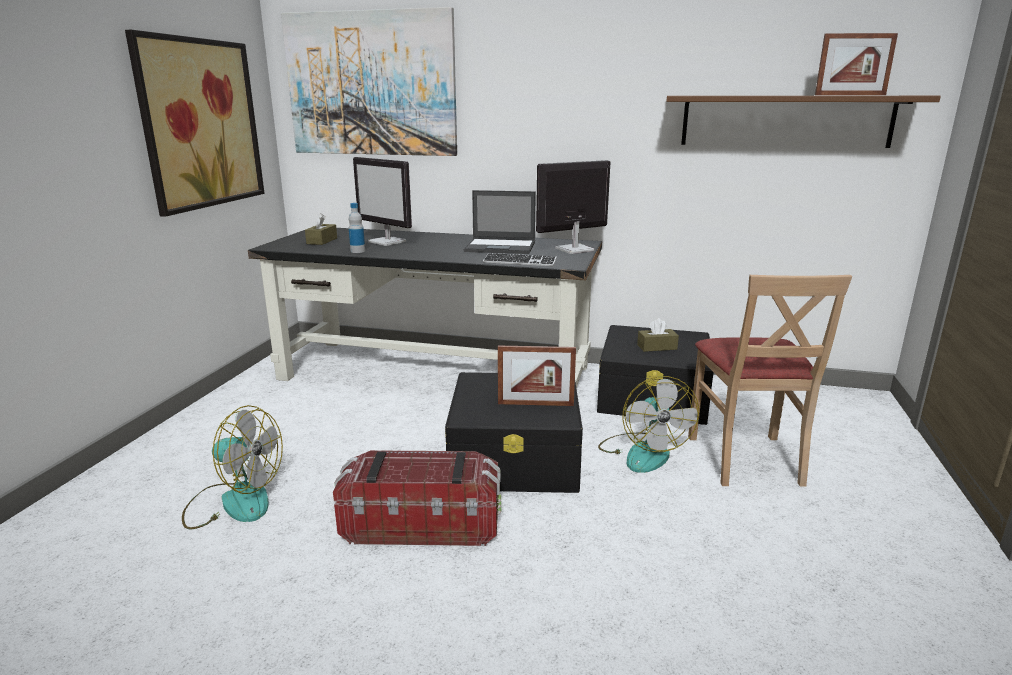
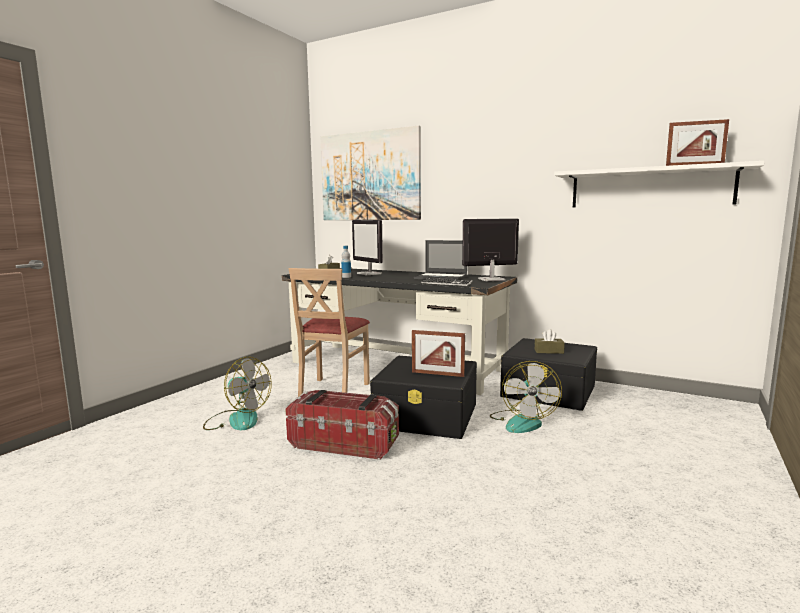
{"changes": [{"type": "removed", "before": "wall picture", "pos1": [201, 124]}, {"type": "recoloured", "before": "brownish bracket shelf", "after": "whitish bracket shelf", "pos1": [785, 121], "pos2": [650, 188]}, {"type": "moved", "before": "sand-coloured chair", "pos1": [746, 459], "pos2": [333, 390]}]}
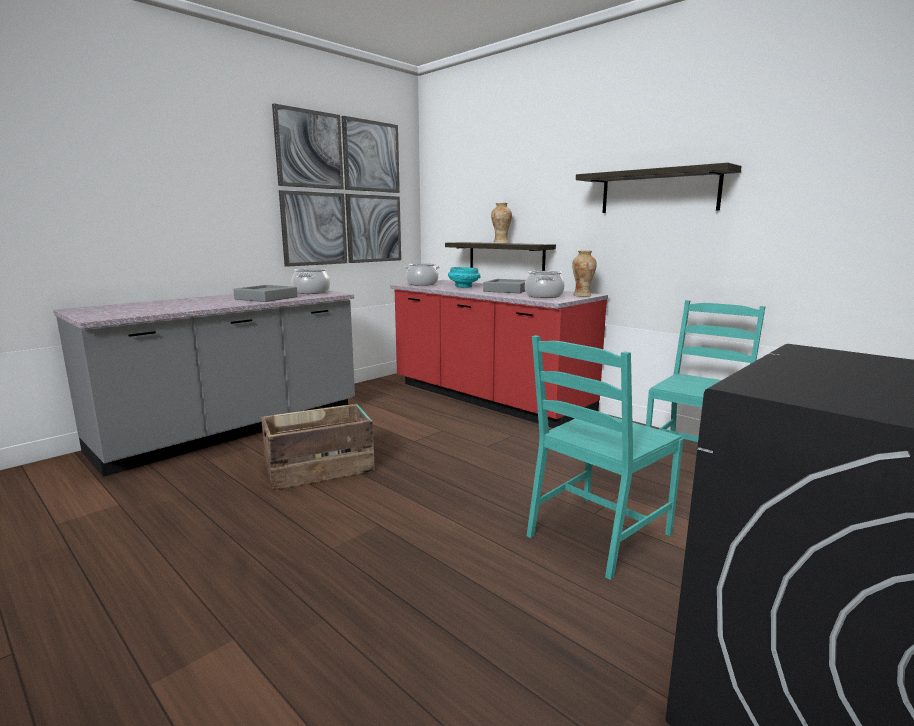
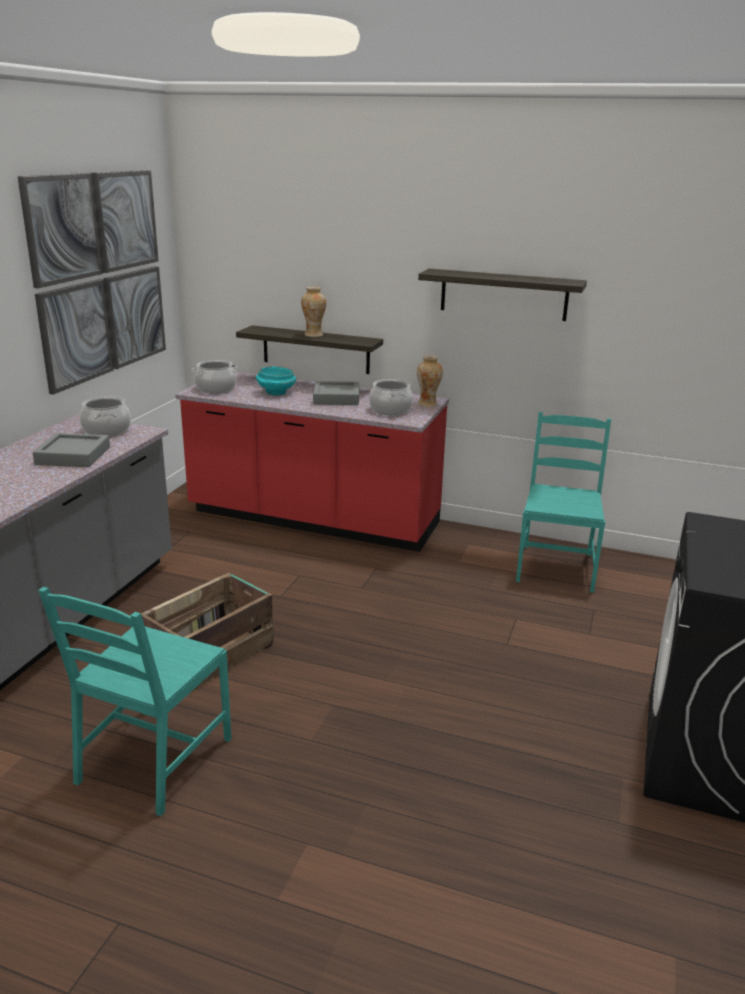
{"changes": [{"type": "moved", "before": "turquoise chair", "pos1": [597, 535], "pos2": [153, 760]}]}
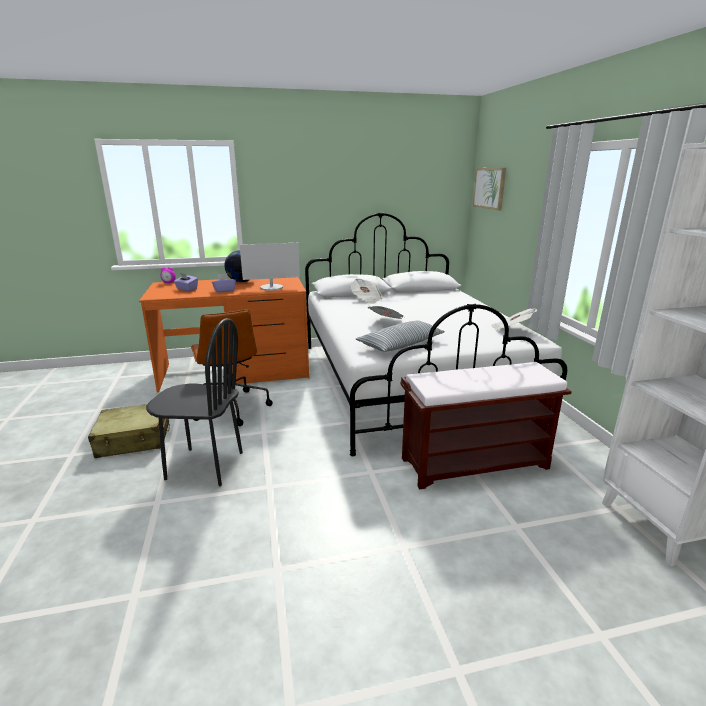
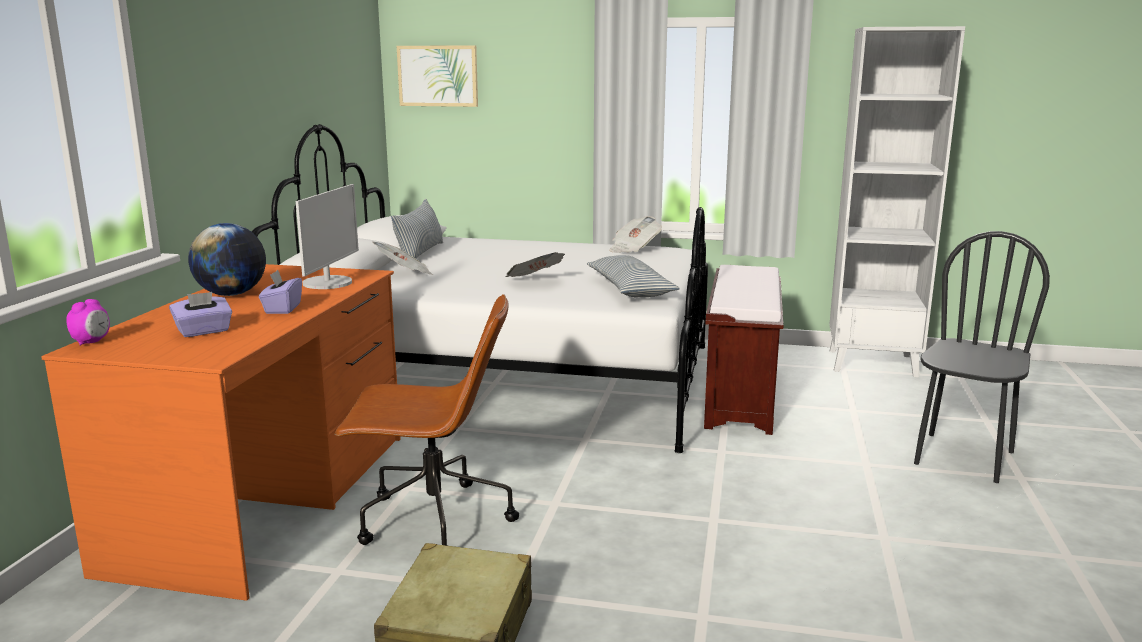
{"changes": [{"type": "moved", "before": "black-coloured chair", "pos1": [204, 466], "pos2": [963, 457]}, {"type": "added", "after": "throw pillow", "pos2": [420, 253]}]}
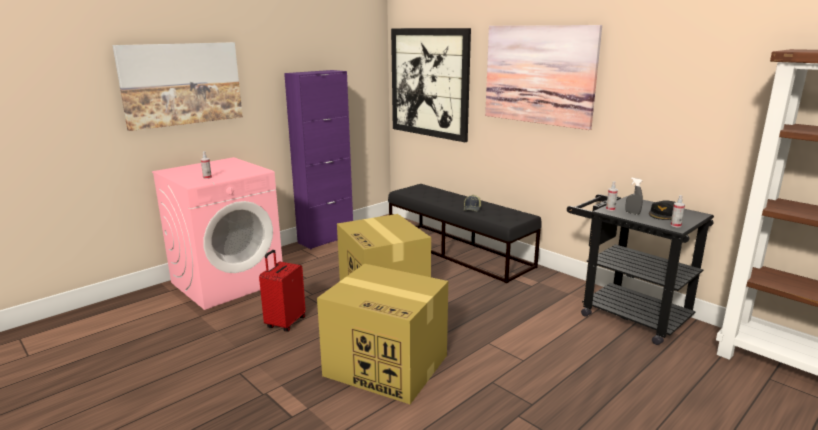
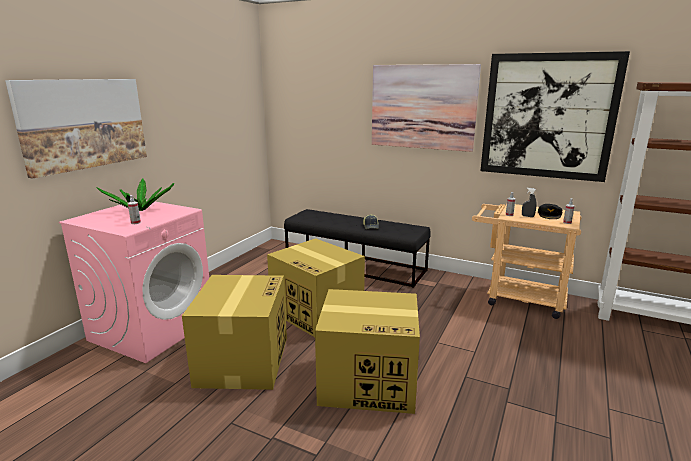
{"changes": [{"type": "replaced", "before": "reddish travel case", "after": "carton", "pos1": [285, 323], "pos2": [243, 360]}, {"type": "removed", "before": "purple-coloured cupboard", "pos1": [326, 239]}, {"type": "moved", "before": "wall picture", "pos1": [429, 83], "pos2": [548, 116]}, {"type": "recoloured", "before": "black-coloured wheeled cart", "after": "sand-coloured wheeled cart", "pos1": [625, 314], "pos2": [517, 298]}, {"type": "added", "after": "potted plant", "pos2": [139, 210]}]}
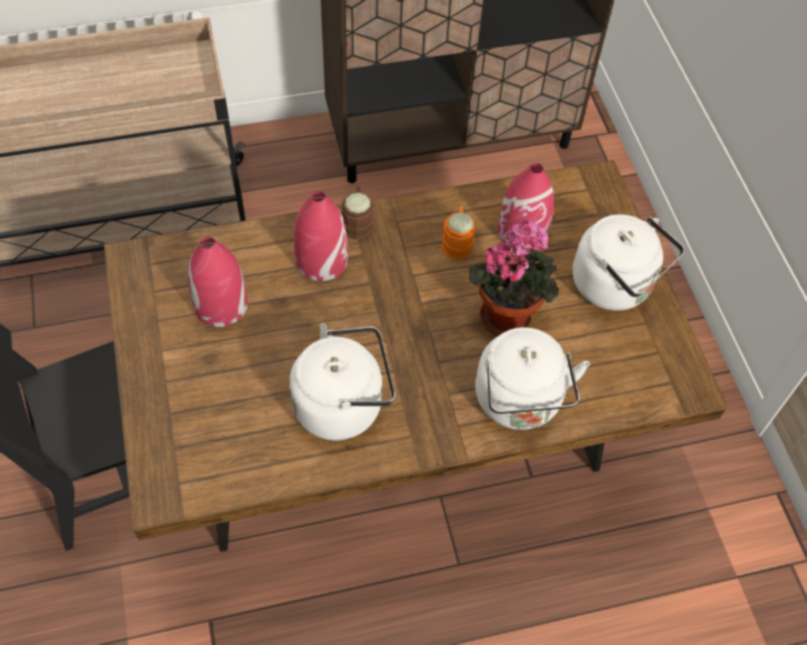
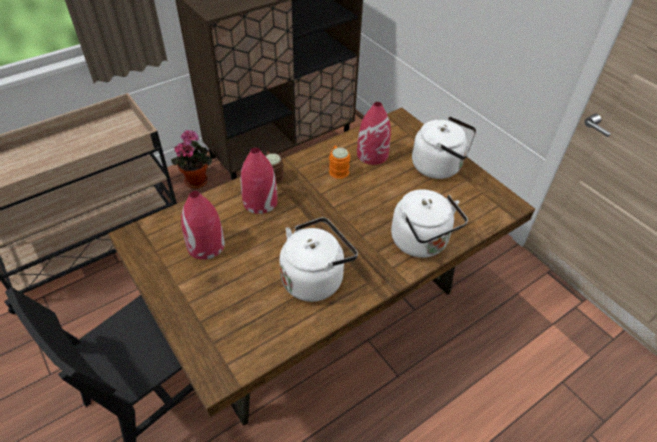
{"changes": [{"type": "moved", "before": "potted plant", "pos1": [507, 313], "pos2": [197, 179]}]}
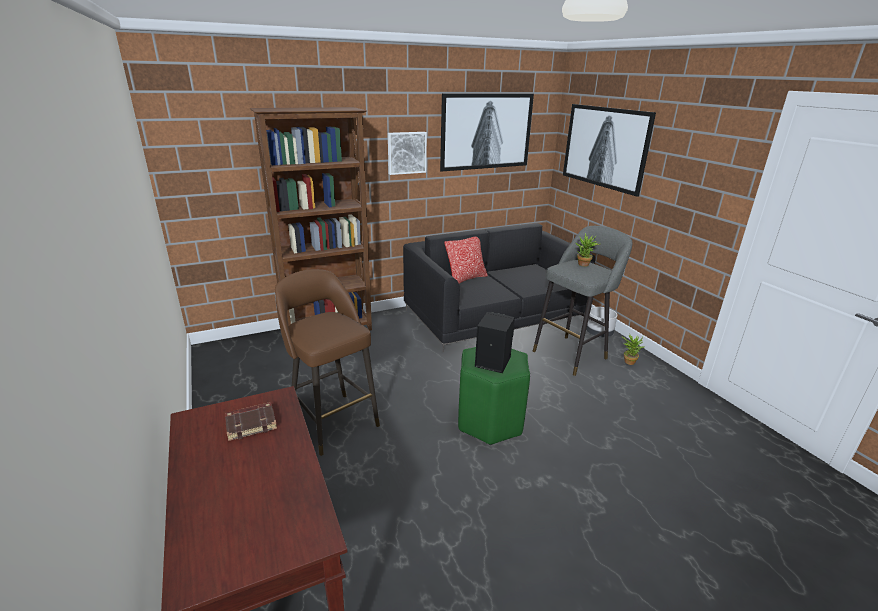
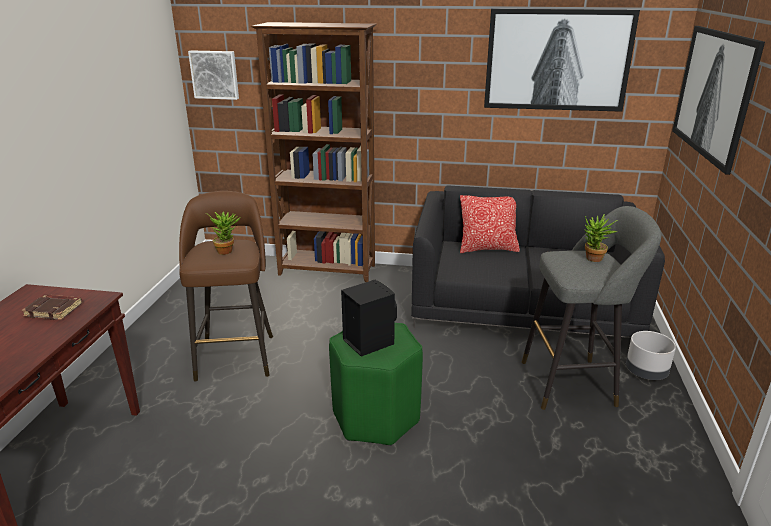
{"changes": [{"type": "moved", "before": "wall picture", "pos1": [406, 152], "pos2": [215, 74]}, {"type": "moved", "before": "potted plant", "pos1": [628, 361], "pos2": [227, 250]}]}
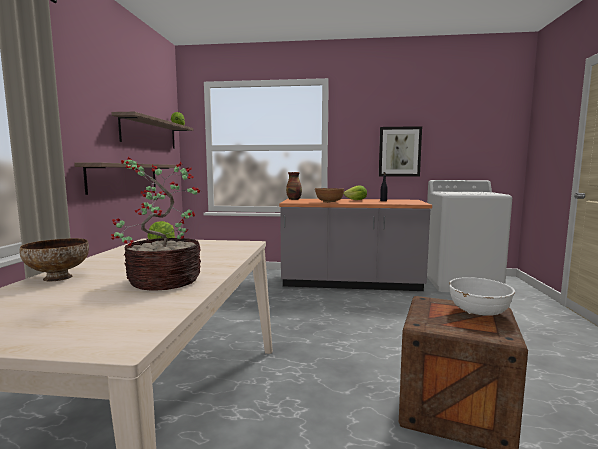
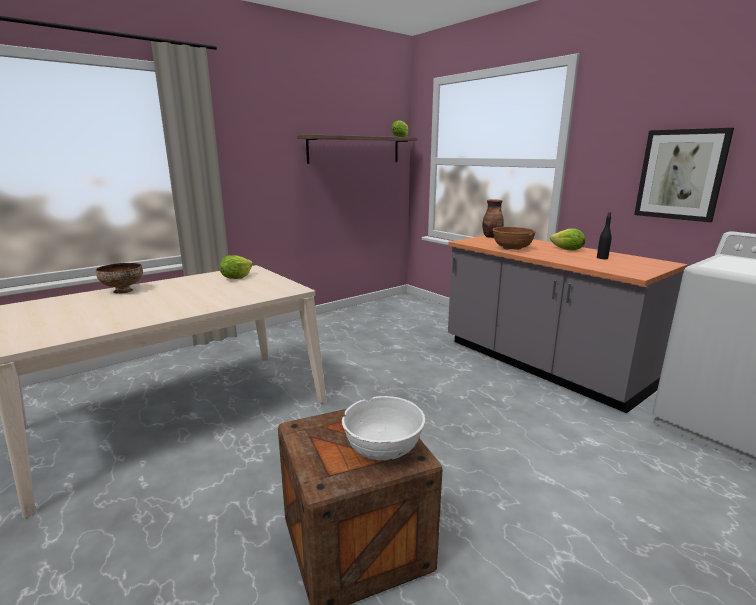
{"changes": [{"type": "removed", "before": "bracket shelf", "pos1": [124, 177]}, {"type": "removed", "before": "potted plant", "pos1": [162, 281]}]}
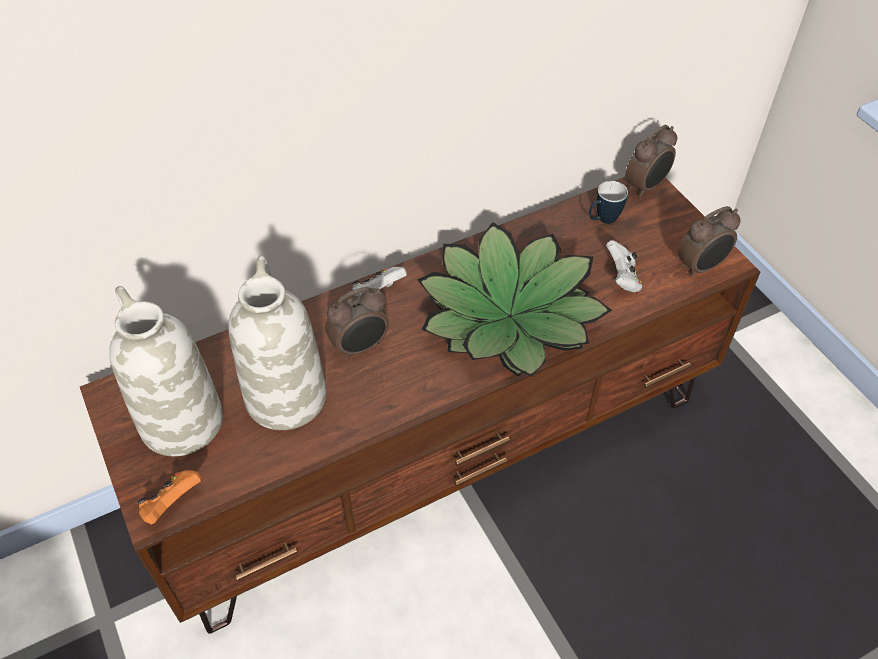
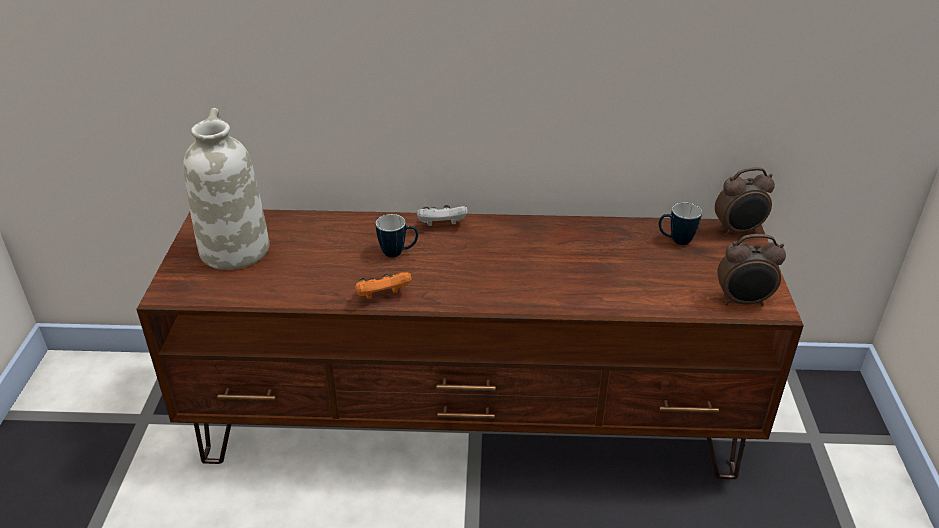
{"changes": [{"type": "moved", "before": "orange-coloured game controller", "pos1": [172, 504], "pos2": [382, 296]}, {"type": "removed", "before": "whitish flower vase", "pos1": [285, 395]}, {"type": "replaced", "before": "bedside clock", "after": "mug", "pos1": [360, 347], "pos2": [398, 253]}, {"type": "removed", "before": "potted plant", "pos1": [510, 315]}, {"type": "removed", "before": "whitish game controller", "pos1": [622, 278]}]}
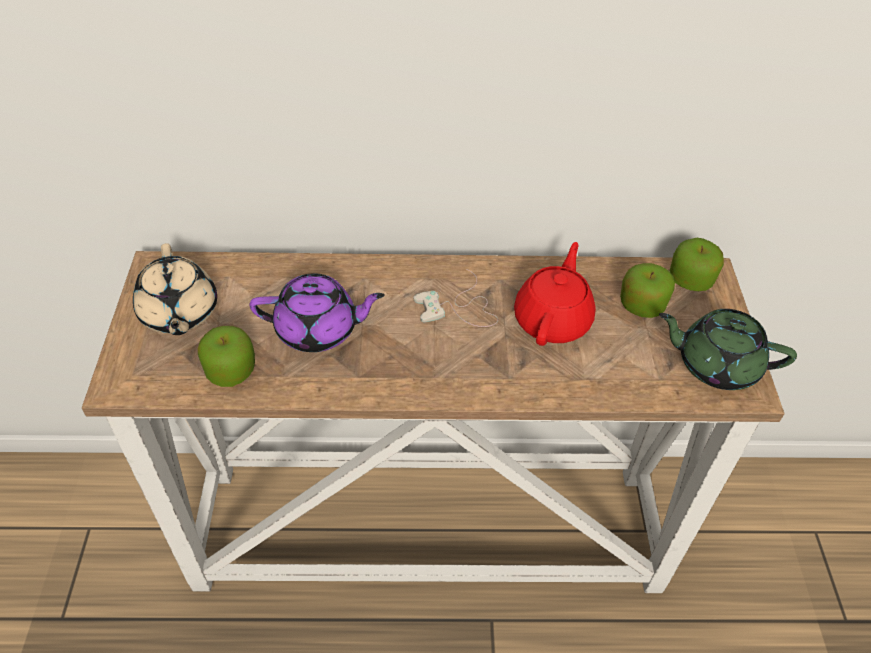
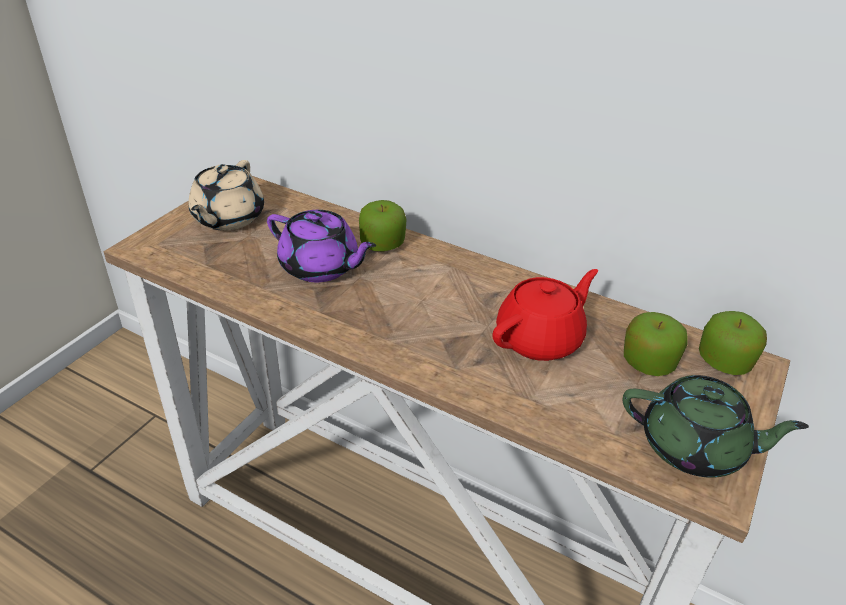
{"changes": [{"type": "moved", "before": "whole apple", "pos1": [231, 371], "pos2": [382, 244]}, {"type": "removed", "before": "whitish game controller", "pos1": [459, 308]}, {"type": "turned", "before": "greenish pot for tea", "pos1": [716, 364], "pos2": [694, 447], "turn": 150}]}
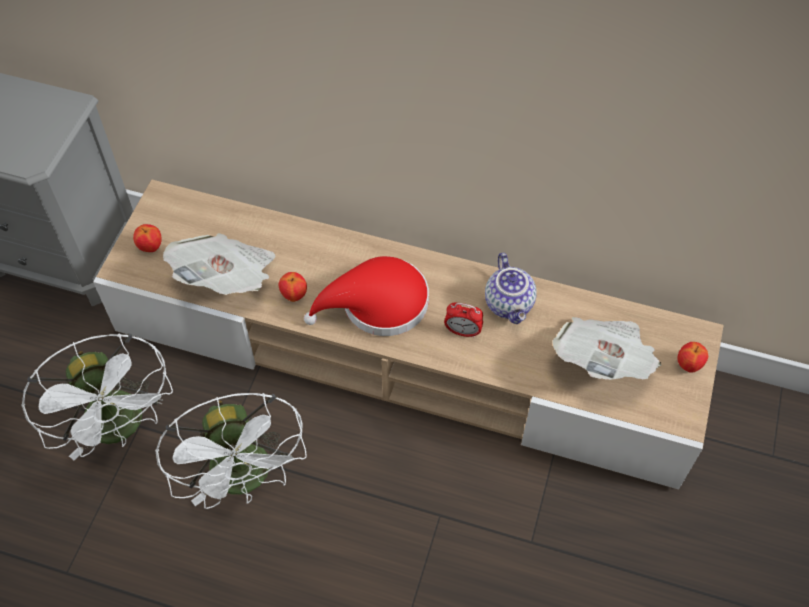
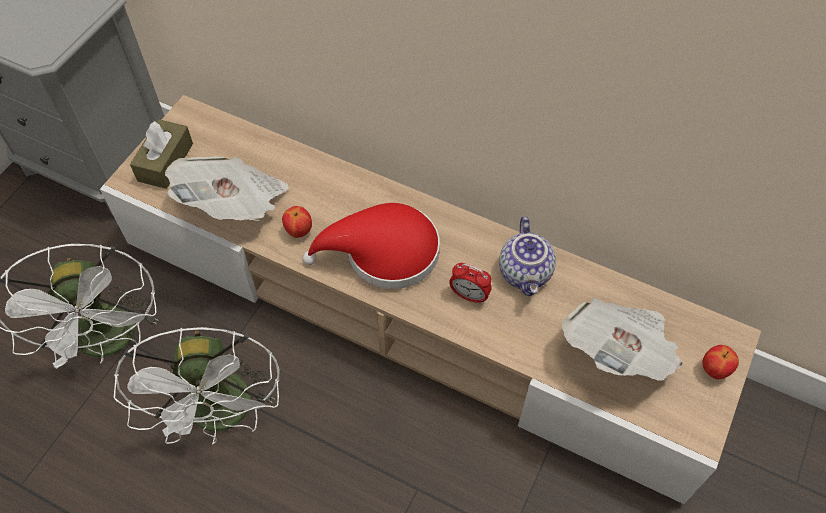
{"changes": [{"type": "replaced", "before": "whole apple", "after": "brownish box of tissues", "pos1": [151, 247], "pos2": [165, 162]}]}
